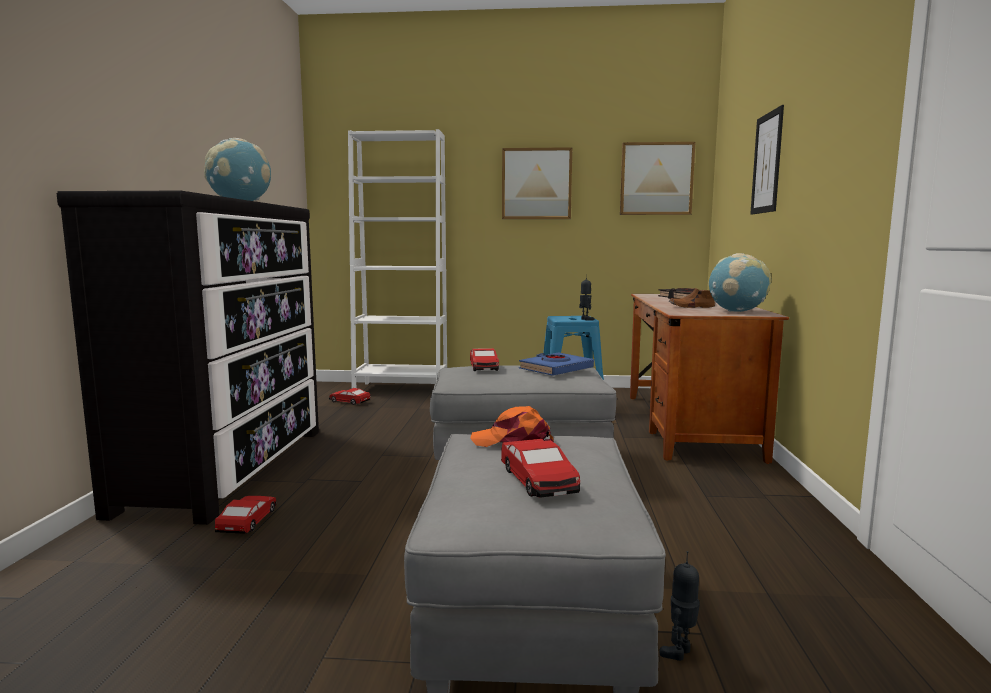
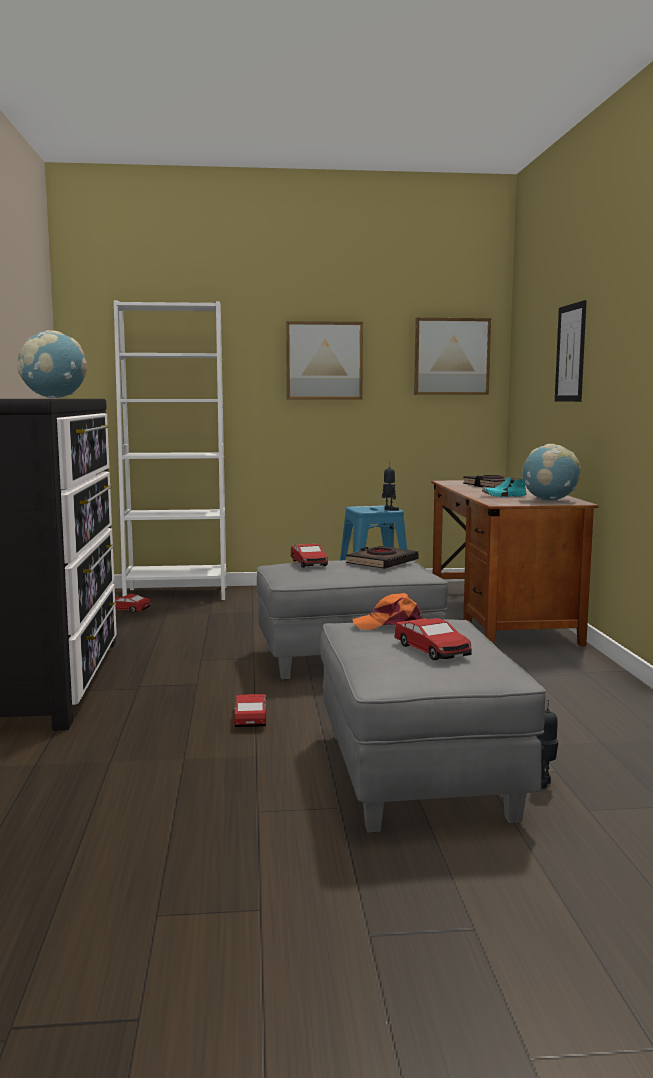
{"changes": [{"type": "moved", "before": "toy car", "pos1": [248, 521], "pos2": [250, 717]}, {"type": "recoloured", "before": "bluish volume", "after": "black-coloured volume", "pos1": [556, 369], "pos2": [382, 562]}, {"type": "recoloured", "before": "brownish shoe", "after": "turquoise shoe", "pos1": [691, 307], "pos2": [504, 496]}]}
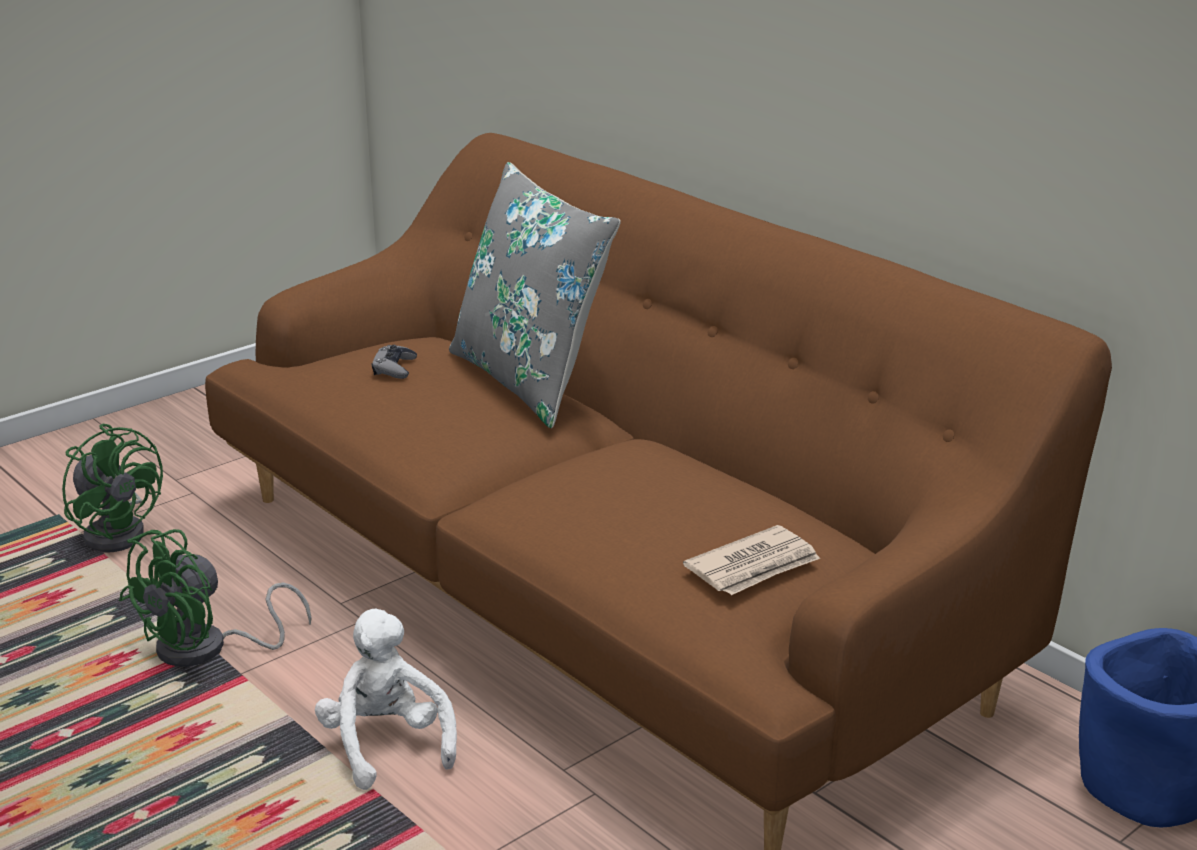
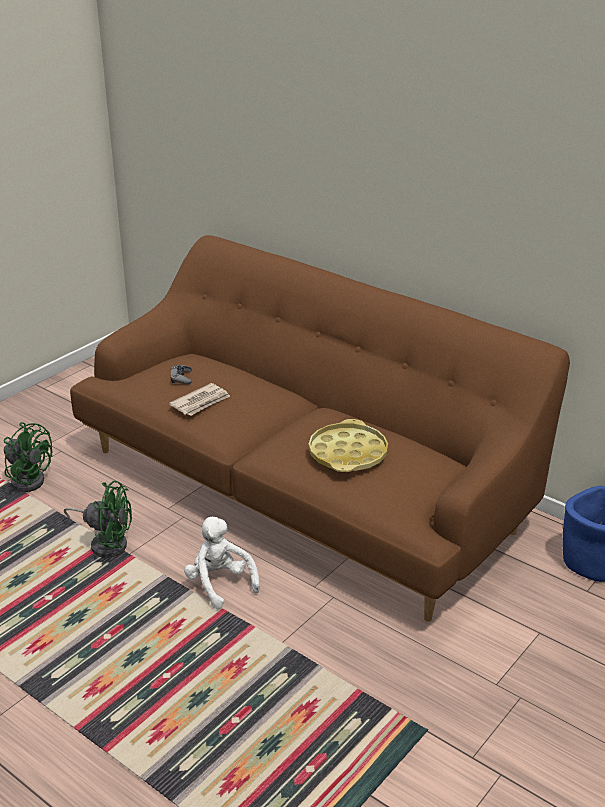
{"changes": [{"type": "turned", "before": "greenish electric fan", "pos1": [207, 650], "pos2": [106, 542], "turn": -105}, {"type": "removed", "before": "greyish throw pillow", "pos1": [530, 380]}, {"type": "moved", "before": "daily paper", "pos1": [754, 566], "pos2": [201, 402]}, {"type": "added", "after": "yellow-coloured carrying tray", "pos2": [348, 453]}]}
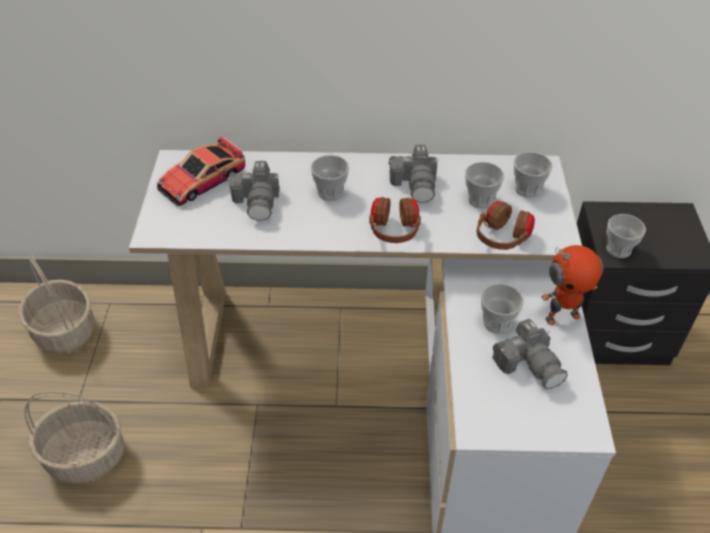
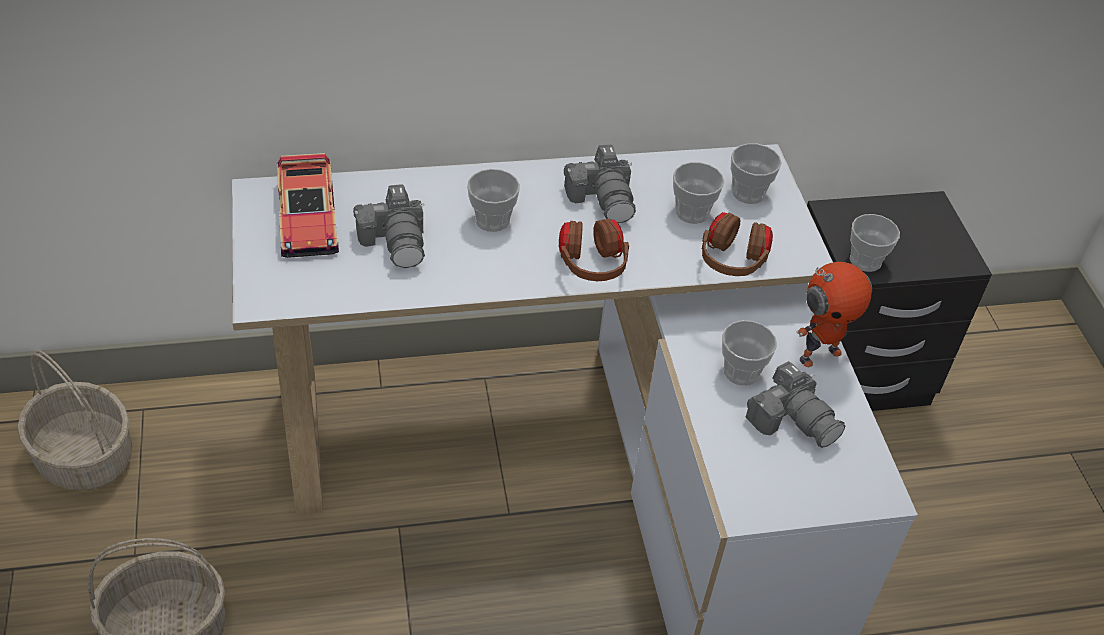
{"changes": [{"type": "turned", "before": "toy car", "pos1": [202, 180], "pos2": [308, 218], "turn": -45}]}
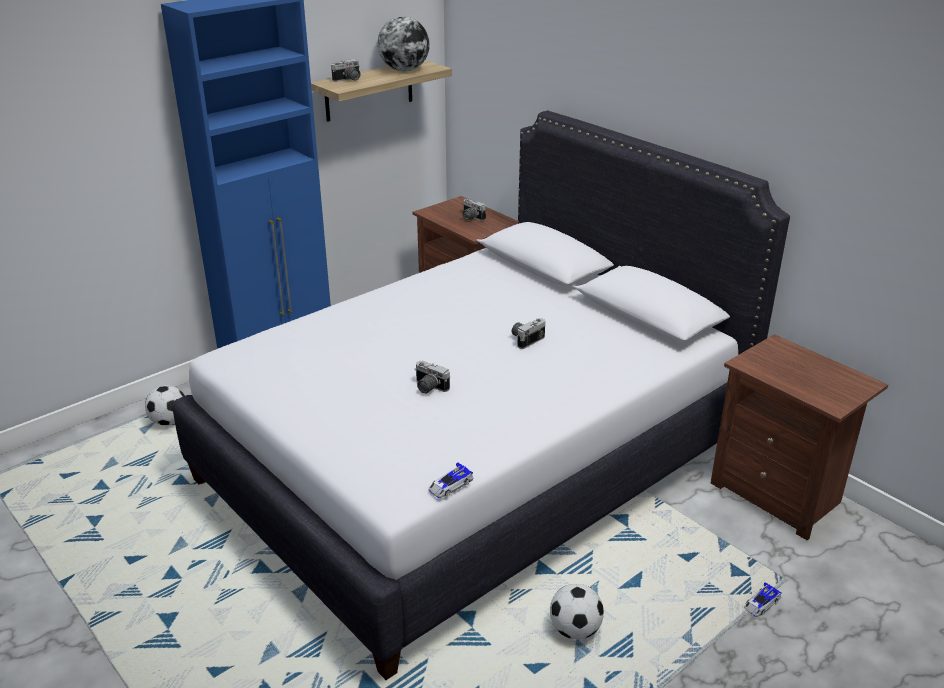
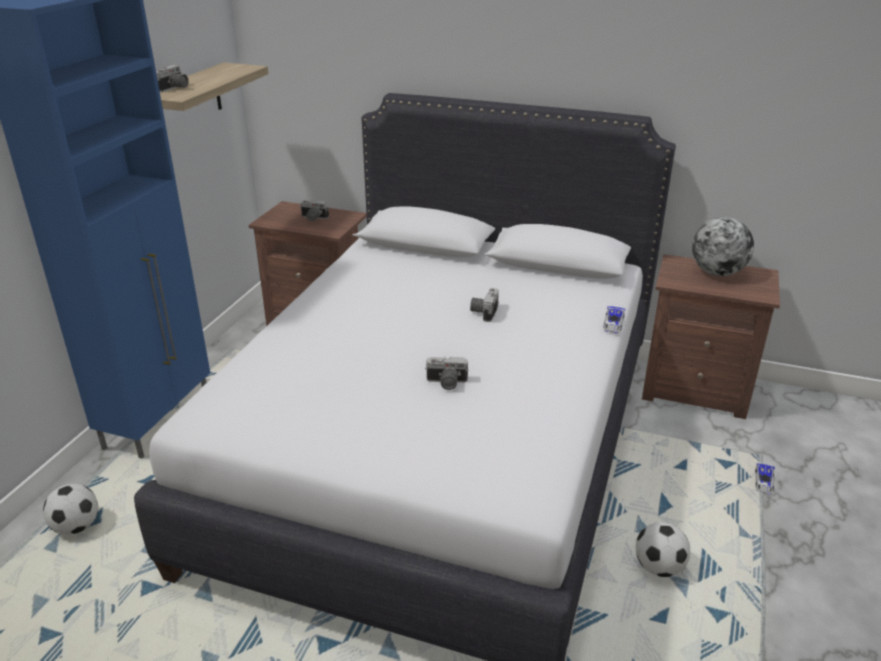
{"changes": [{"type": "moved", "before": "world globe", "pos1": [404, 70], "pos2": [717, 273]}, {"type": "moved", "before": "toy car", "pos1": [450, 485], "pos2": [613, 324]}]}
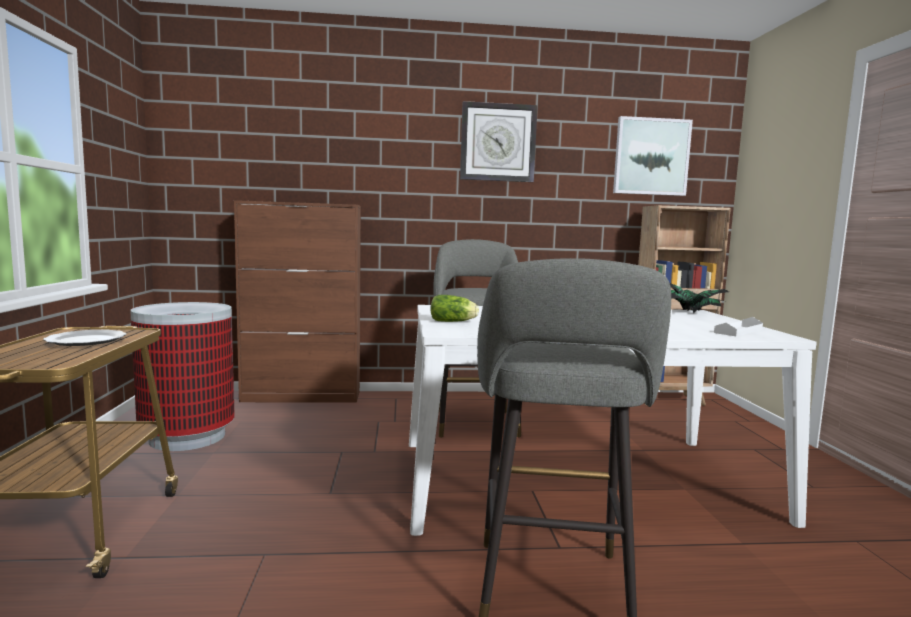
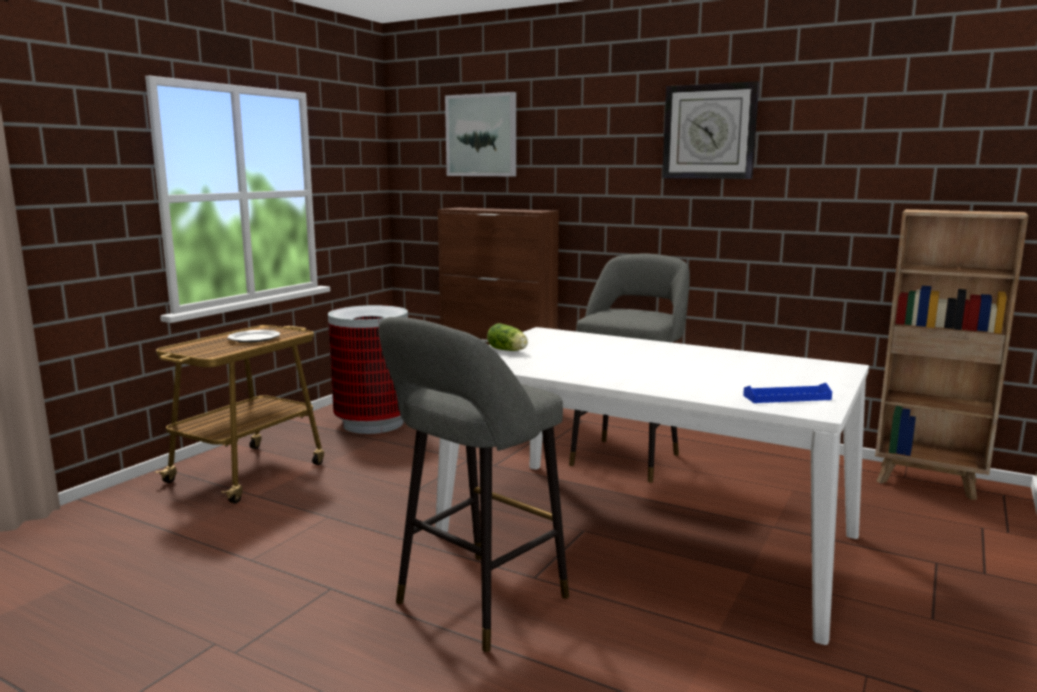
{"changes": [{"type": "moved", "before": "wall picture", "pos1": [651, 157], "pos2": [481, 135]}, {"type": "removed", "before": "potted plant", "pos1": [691, 312]}, {"type": "recoloured", "before": "whitish carrying tray", "after": "bluish carrying tray", "pos1": [738, 331], "pos2": [786, 397]}]}
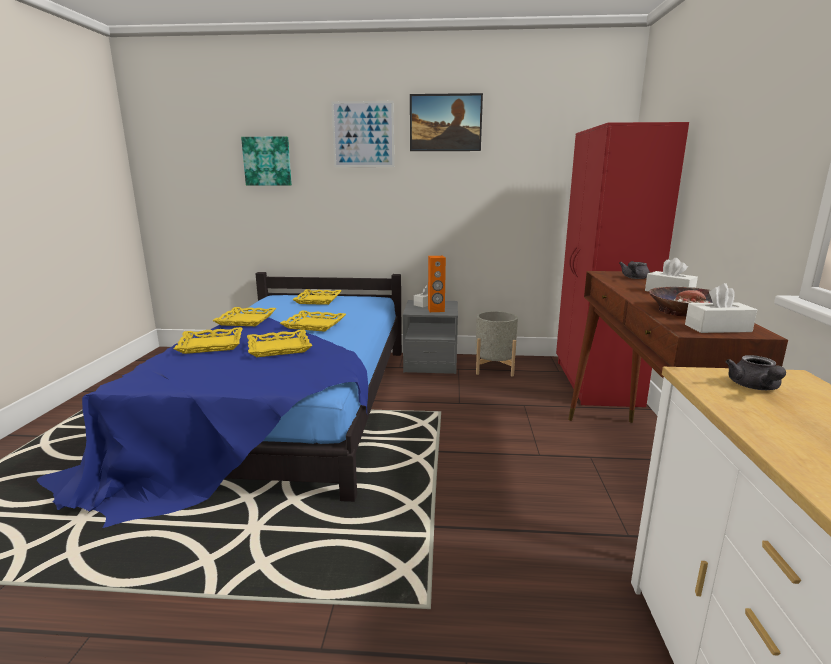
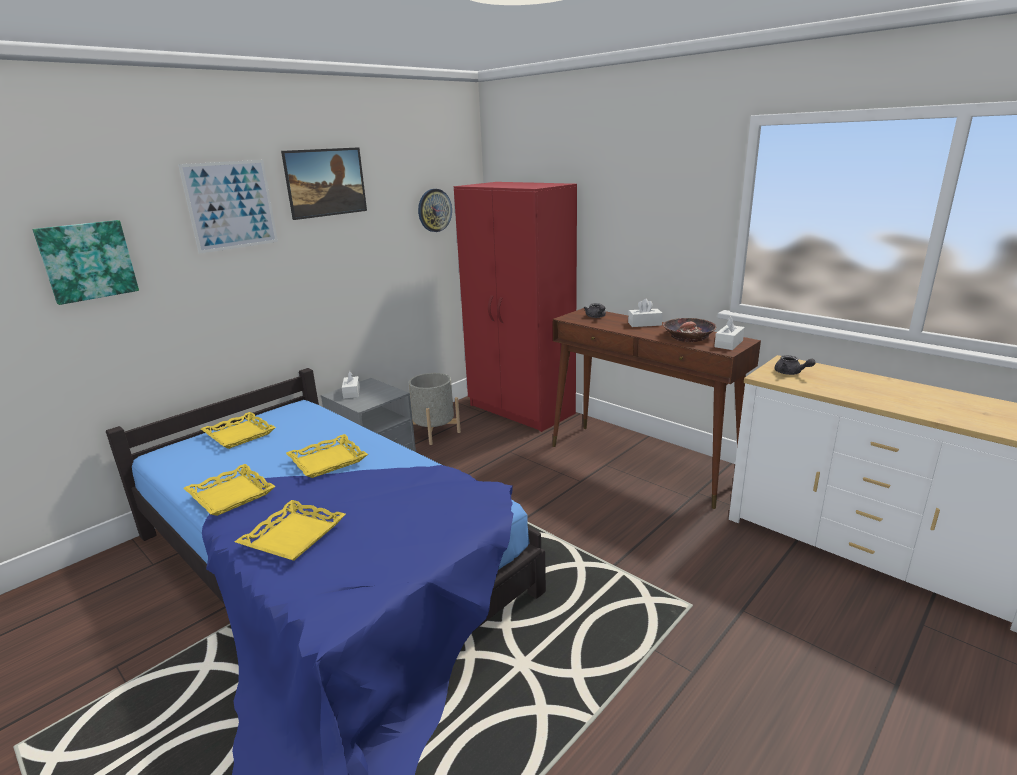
{"changes": [{"type": "removed", "before": "yellow-coloured carrying tray", "pos1": [279, 348]}, {"type": "removed", "before": "orange-coloured audio speaker", "pos1": [436, 310]}, {"type": "added", "after": "hanging clock", "pos2": [434, 210]}]}
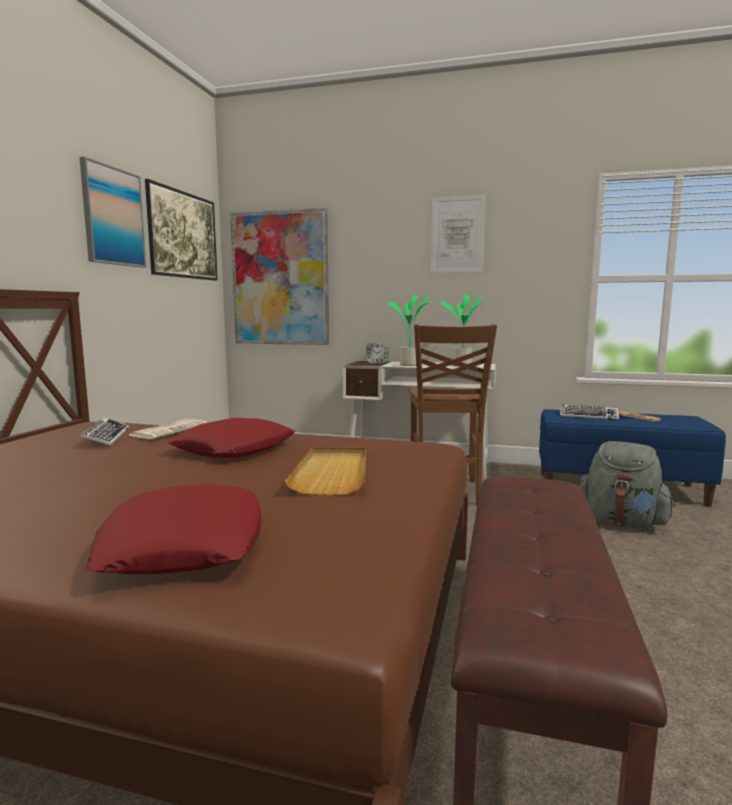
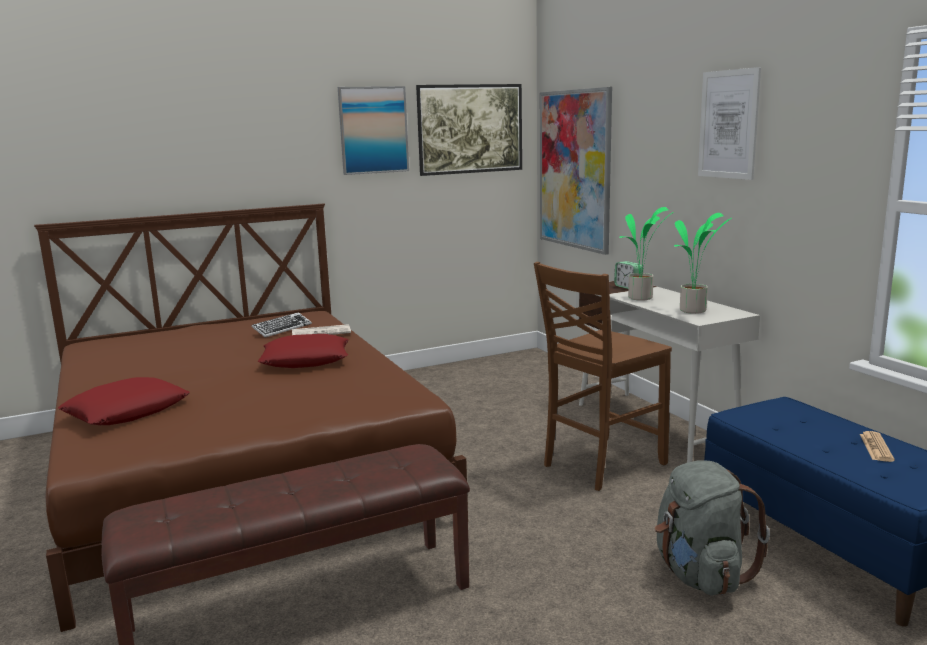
{"changes": [{"type": "removed", "before": "sand-coloured carrying tray", "pos1": [332, 473]}, {"type": "removed", "before": "PC keyboard", "pos1": [588, 416]}]}
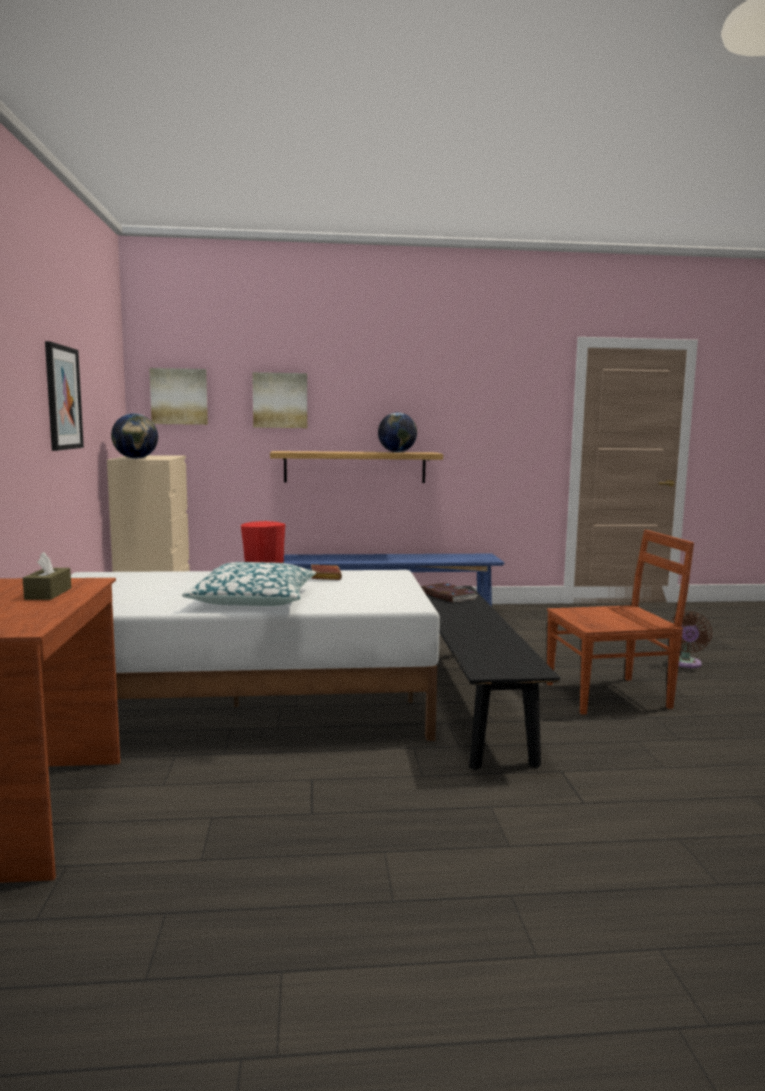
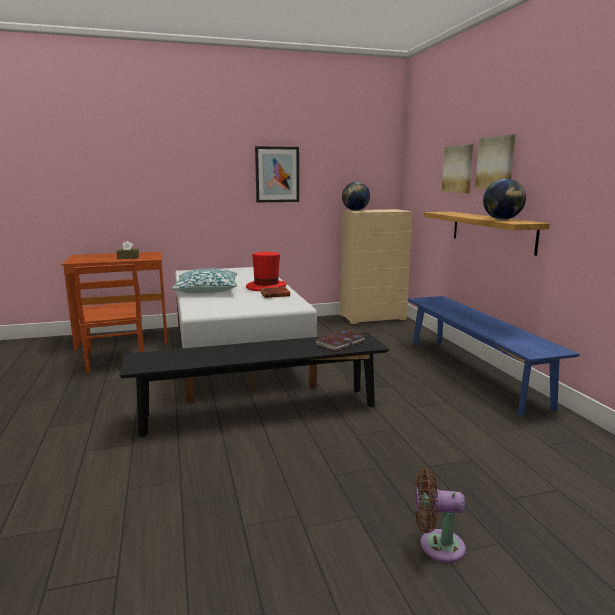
{"changes": [{"type": "moved", "before": "wall picture", "pos1": [179, 396], "pos2": [496, 163]}, {"type": "moved", "before": "brownish chair", "pos1": [610, 695], "pos2": [115, 360]}]}
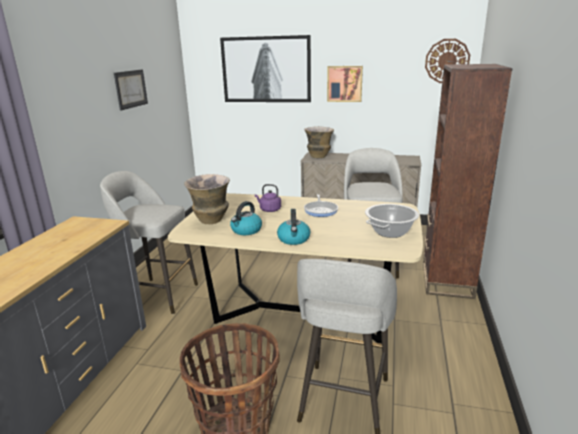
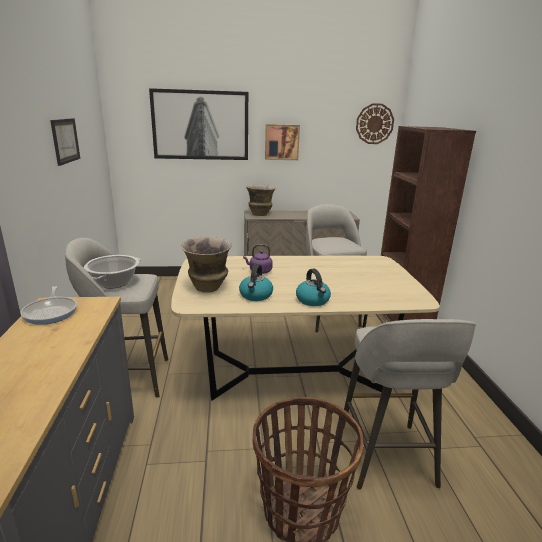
{"changes": [{"type": "moved", "before": "frying pan", "pos1": [321, 210], "pos2": [51, 312]}, {"type": "moved", "before": "stockpot", "pos1": [390, 232], "pos2": [114, 282]}]}
